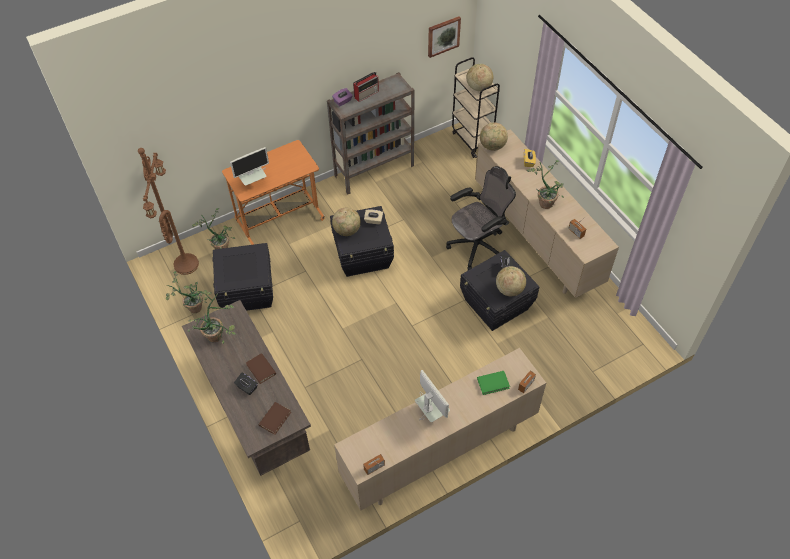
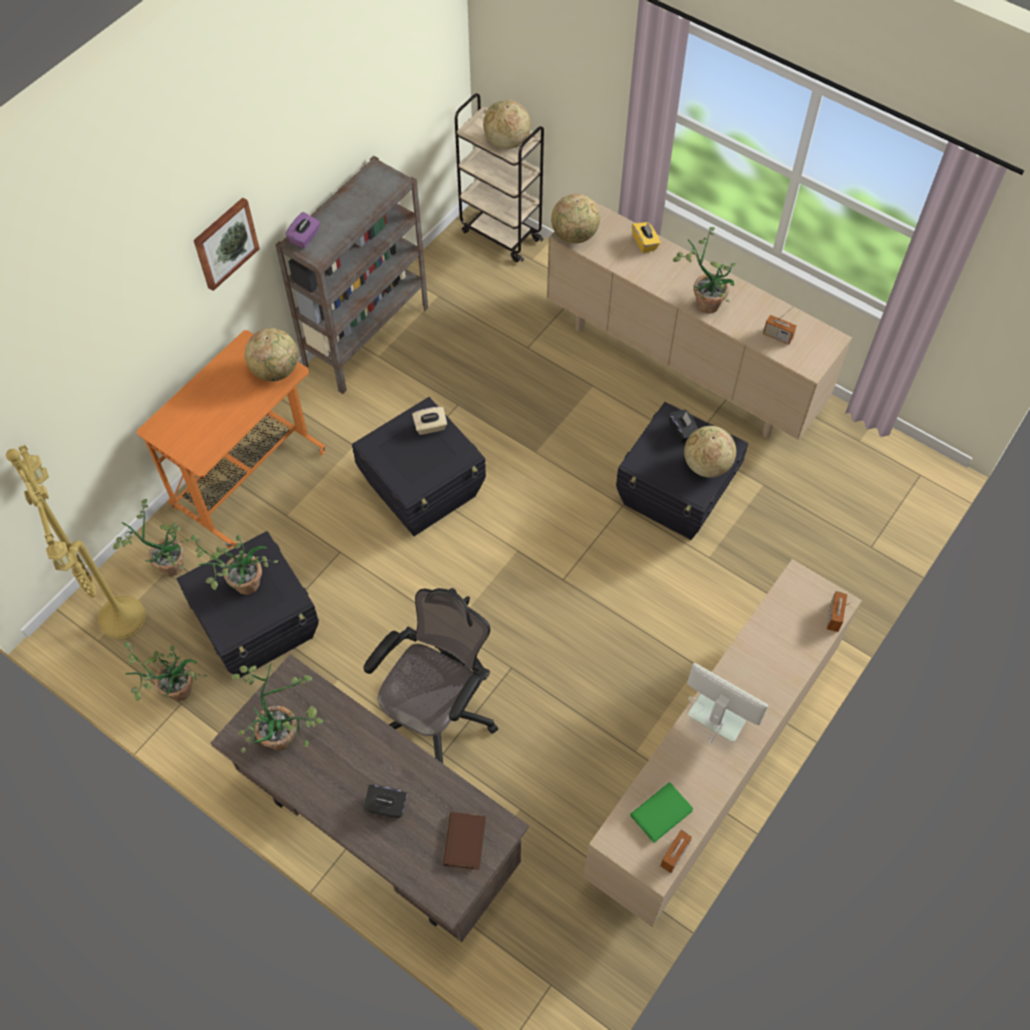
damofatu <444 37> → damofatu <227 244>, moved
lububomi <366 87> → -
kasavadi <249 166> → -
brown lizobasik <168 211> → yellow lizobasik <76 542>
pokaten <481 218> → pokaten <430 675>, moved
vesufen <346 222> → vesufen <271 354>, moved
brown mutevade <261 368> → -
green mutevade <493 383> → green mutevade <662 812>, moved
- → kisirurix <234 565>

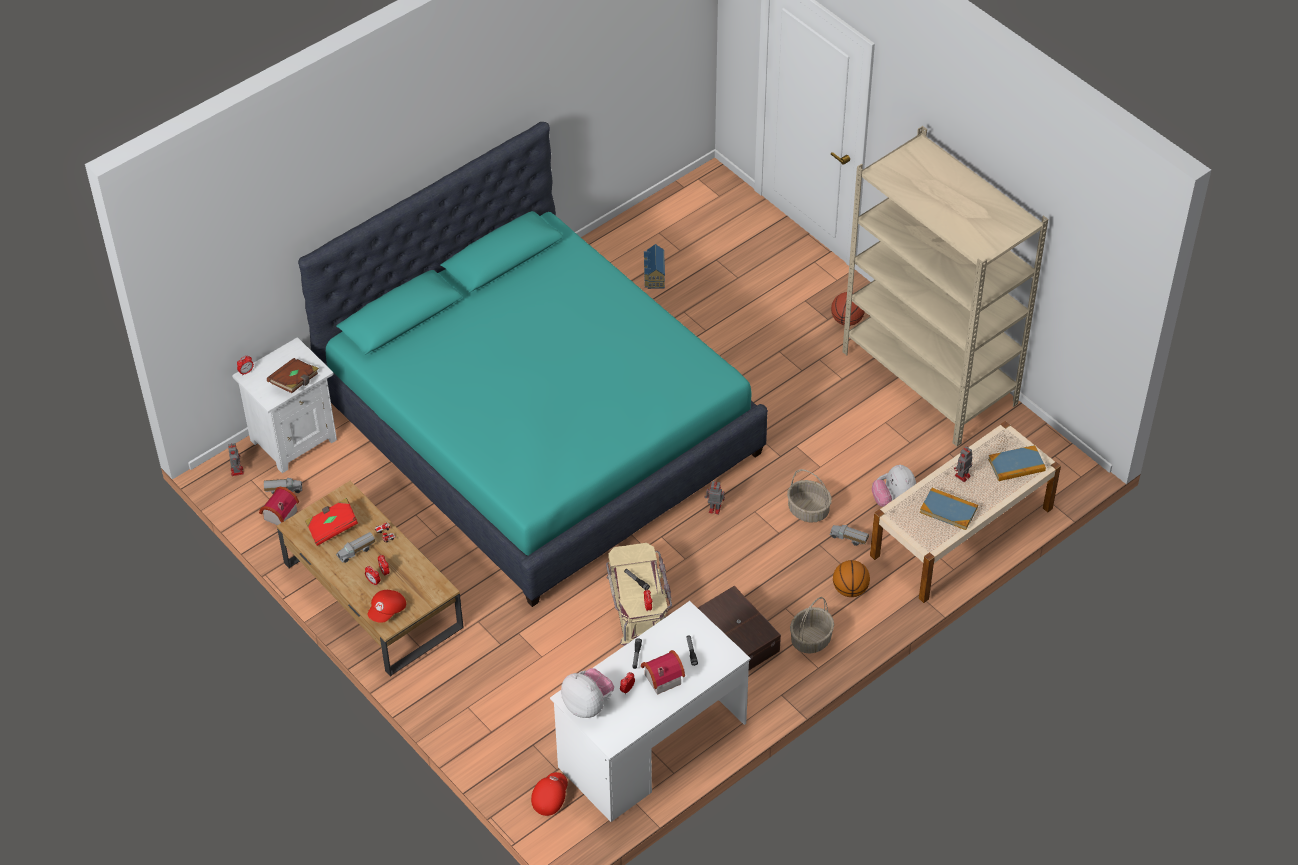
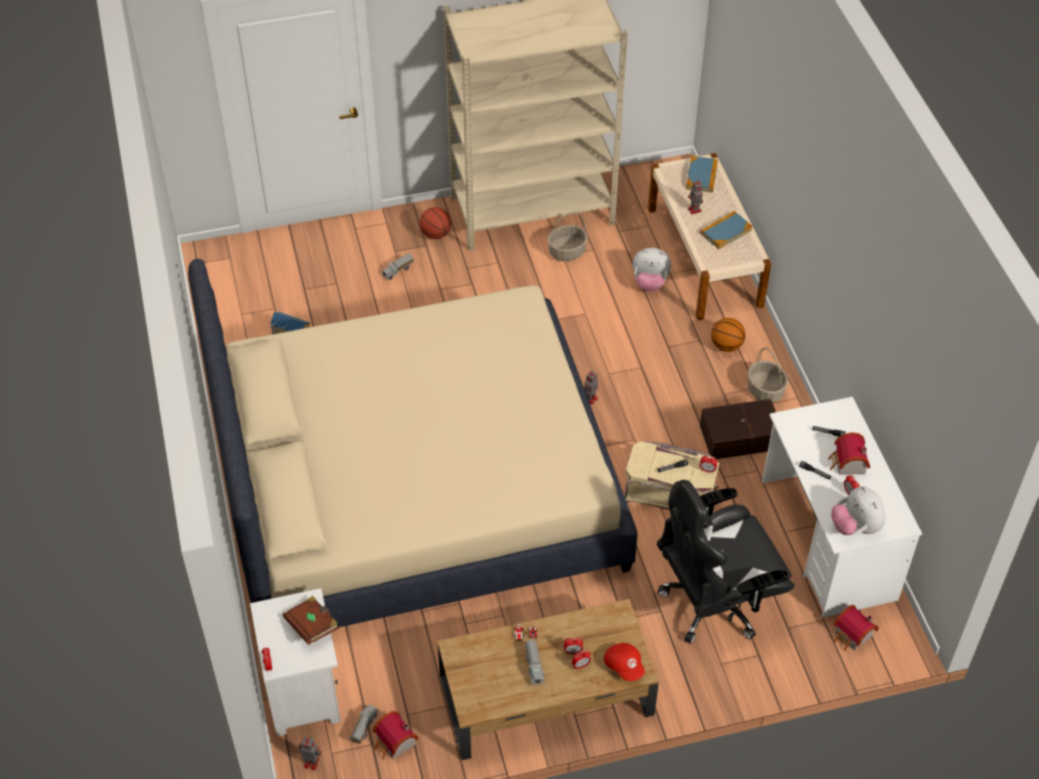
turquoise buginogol <533 364> → beige buginogol <412 442>
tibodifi <809 496> → tibodifi <568 236>, moved
red mutevade <331 522> → -
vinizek <849 535> → vinizek <397 266>, moved
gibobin <587 693> → gibobin <858 510>, 90 degrees counterclockwise
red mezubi <549 794> → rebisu <856 628>
- → black pokaten <726 562>

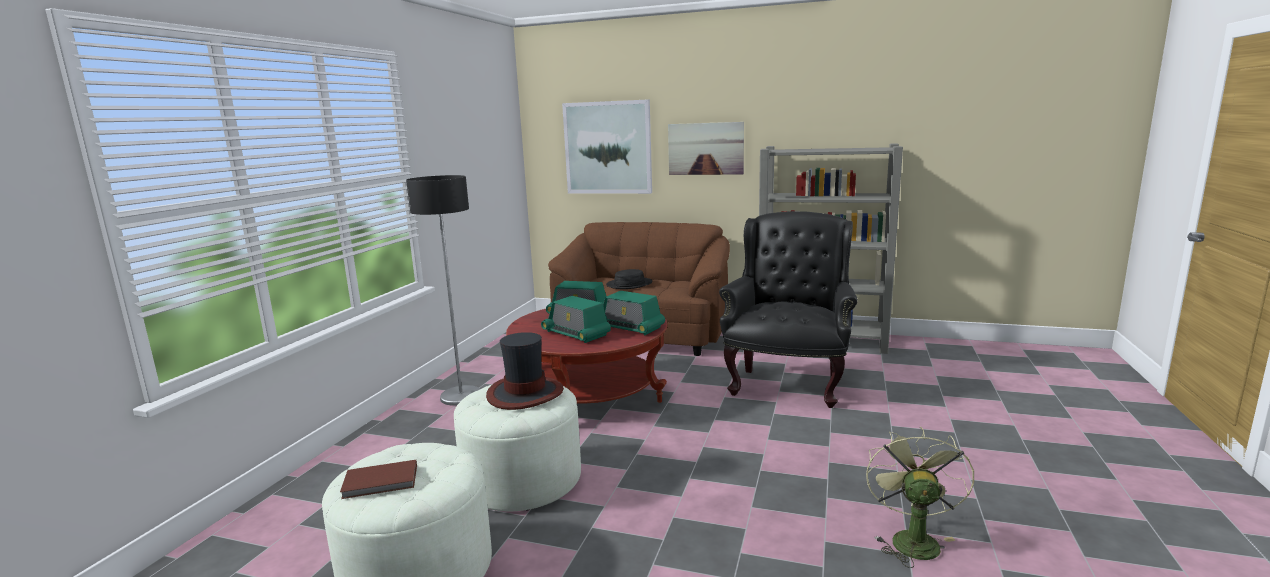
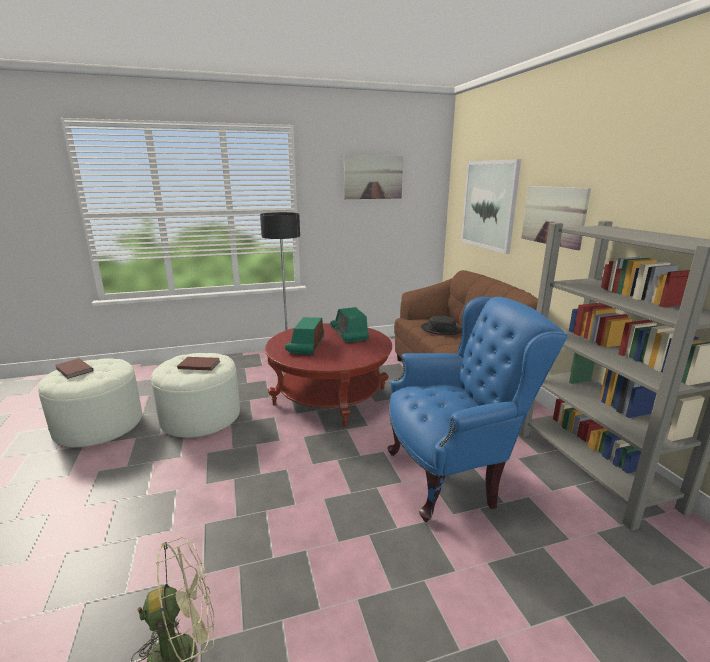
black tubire <788 309> → blue tubire <477 409>
lububomi <634 313> → -
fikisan <525 371> → brown mutevade <198 364>
- → damofatu <373 177>

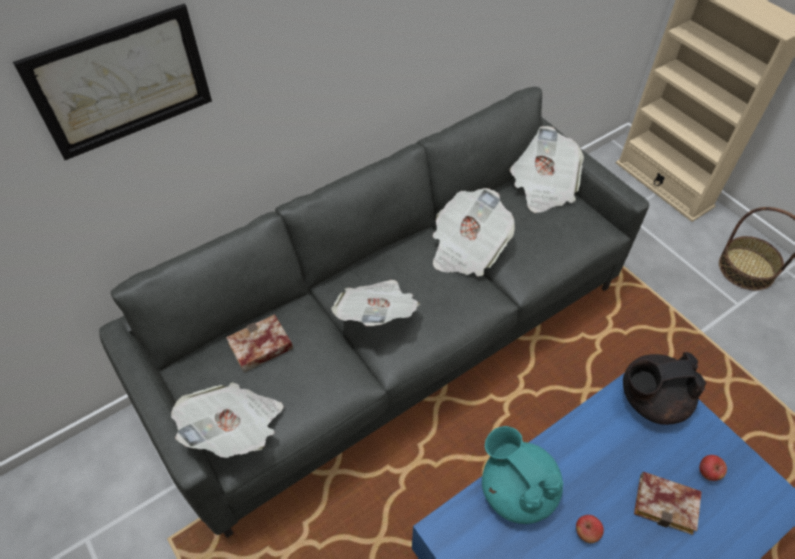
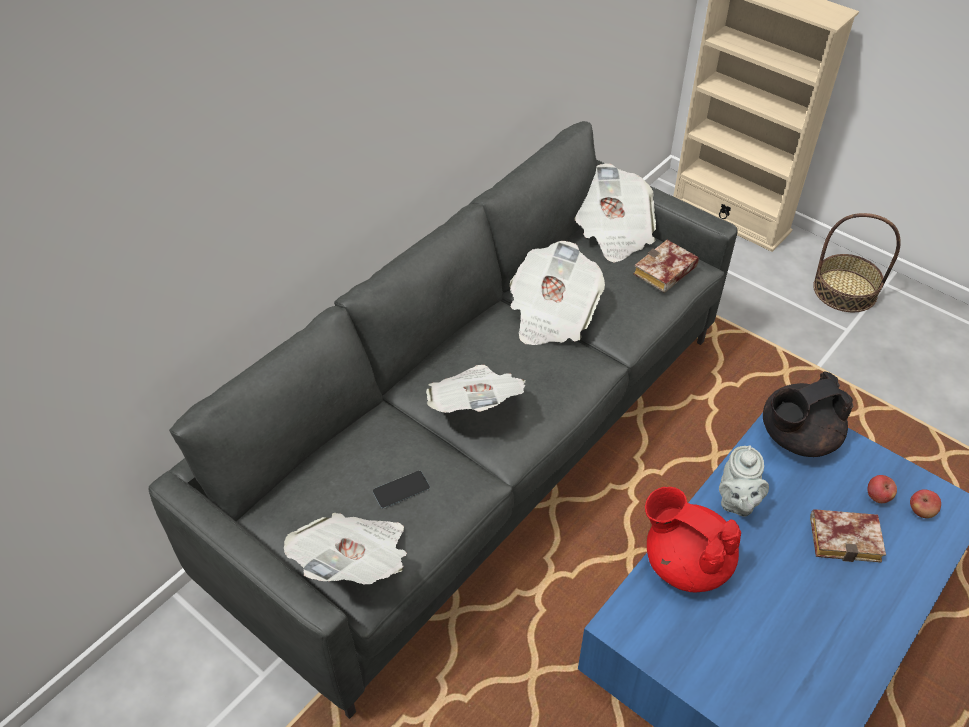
damofatu <112 82> → -
mutevade <259 343> → mutevade <666 266>, moved
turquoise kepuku <522 475> → red kepuku <693 540>
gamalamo <590 529> → gamalamo <925 503>, moved
- → grey kepuku <744 481>
- → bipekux <401 490>

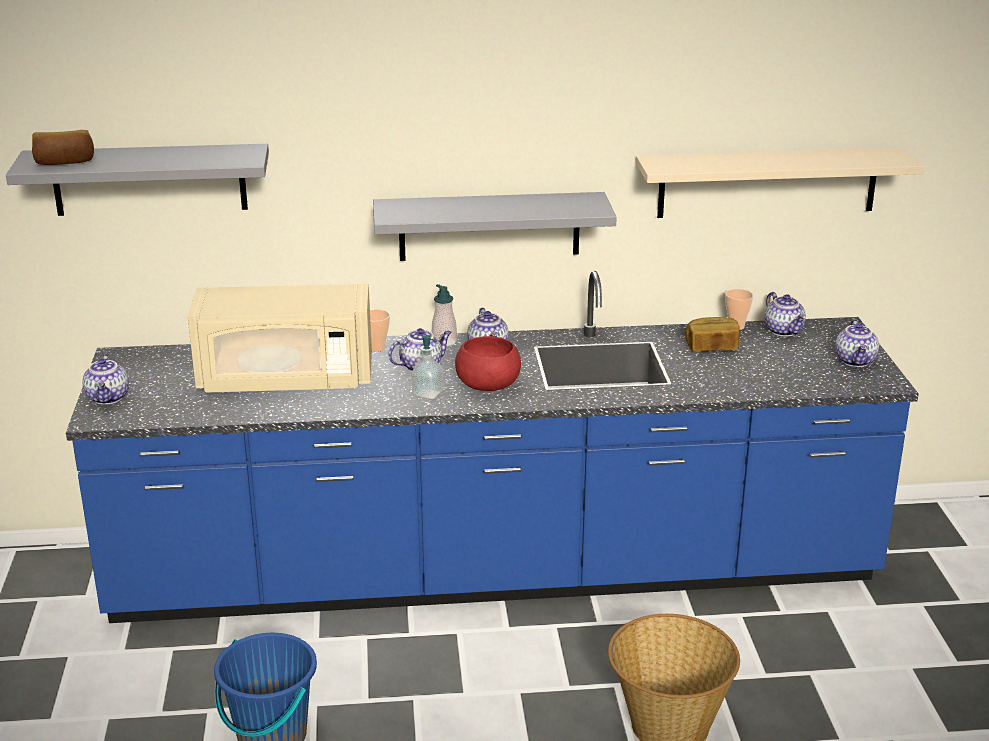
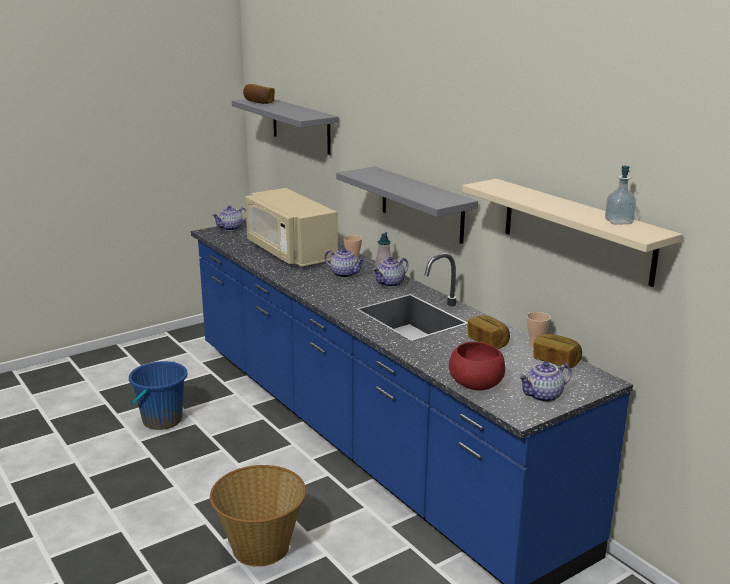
kepuku <785 314> → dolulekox <557 351>
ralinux <427 367> → ralinux <620 195>, moved
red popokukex <488 363> → red popokukex <477 366>, moved

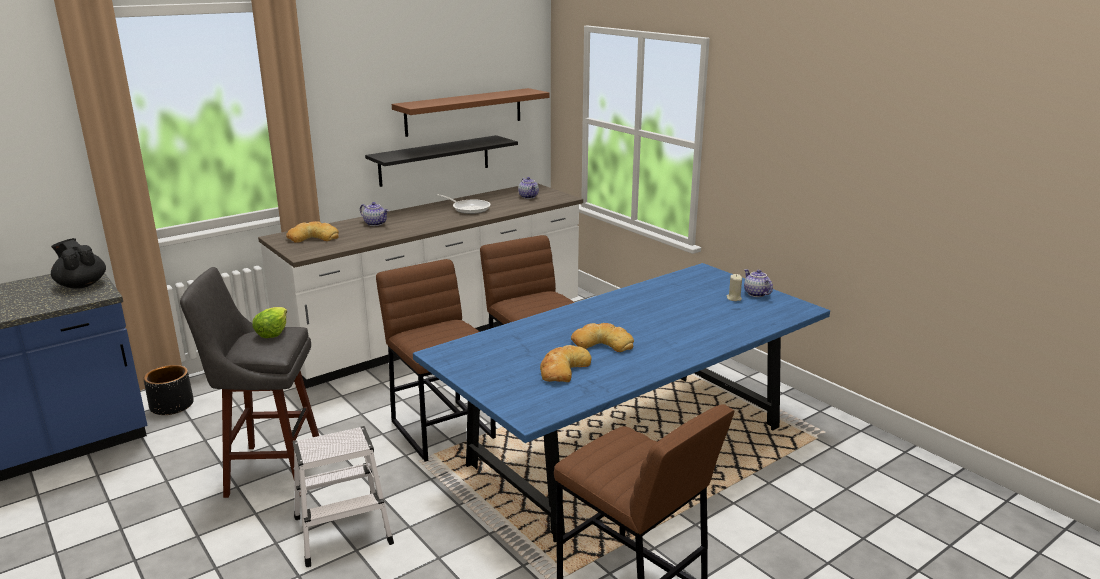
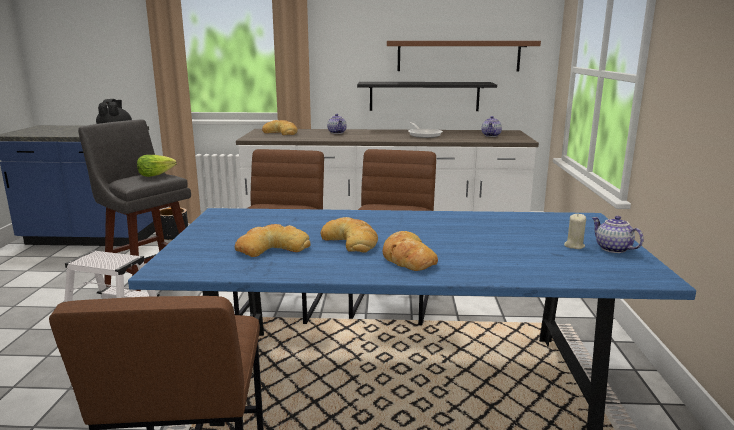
kepuku <758 283> → kepuku <617 234>, 45 degrees counterclockwise
- → dolulekox <410 251>

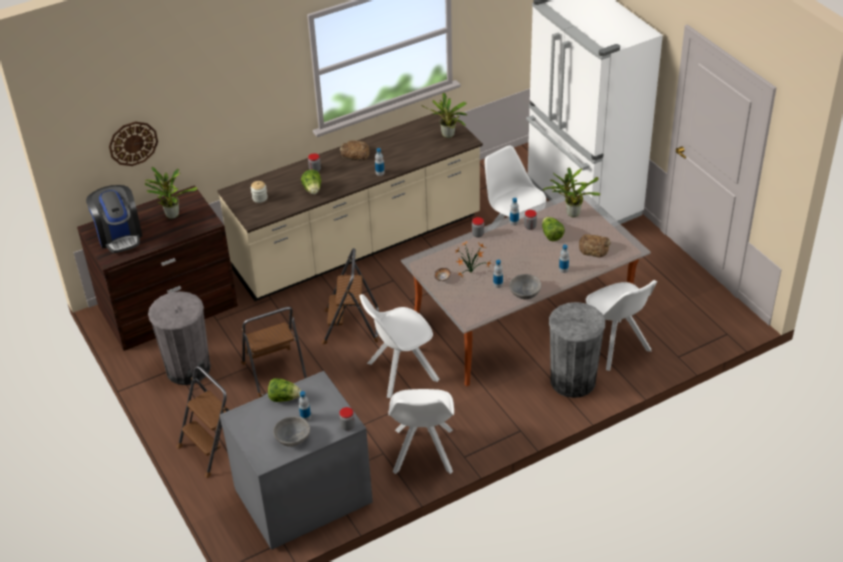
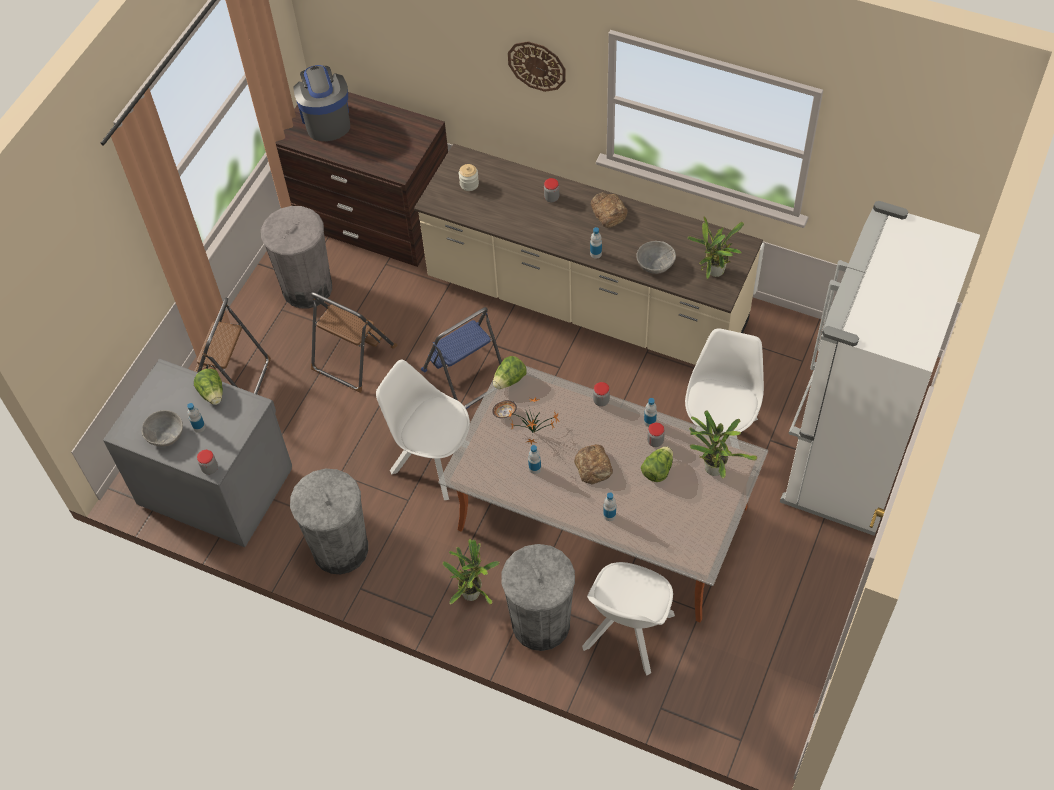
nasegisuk <133 143> → nasegisuk <537 66>, moved
kisirurix <171 193> → kisirurix <471 572>, moved
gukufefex <311 182> → gukufefex <510 372>, moved
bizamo <114 219> → bizamo <321 103>, 135 degrees clockwise
dolulekox <595 245> → dolulekox <593 464>, moved
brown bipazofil <350 296> → blue bipazofil <461 358>
grey popokukex <525 286> → grey popokukex <656 257>, moved
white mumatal <421 431> → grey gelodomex <329 521>

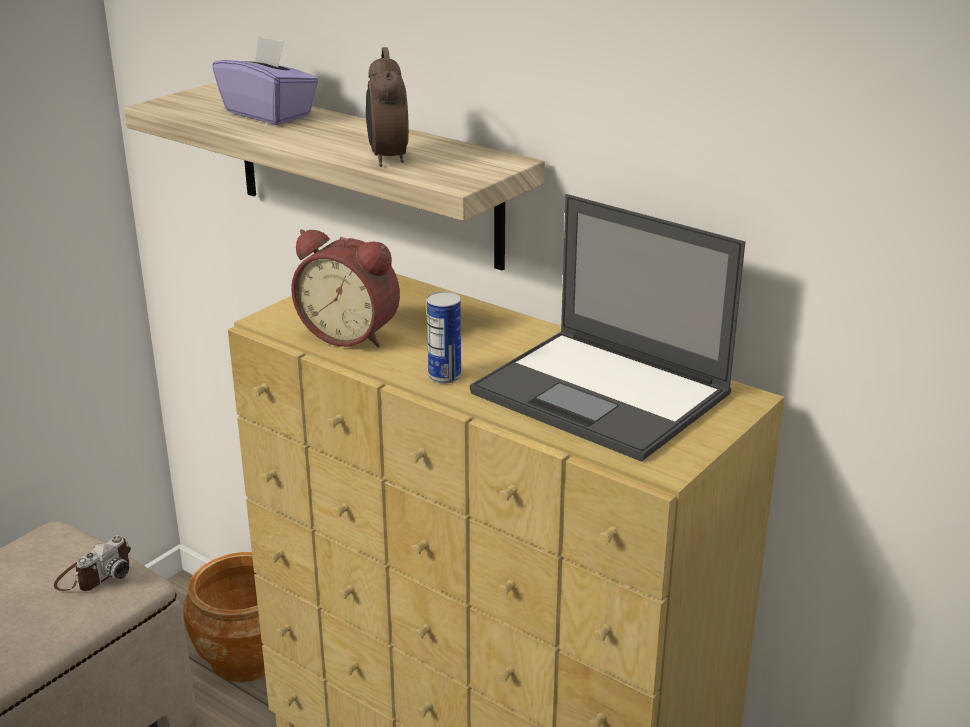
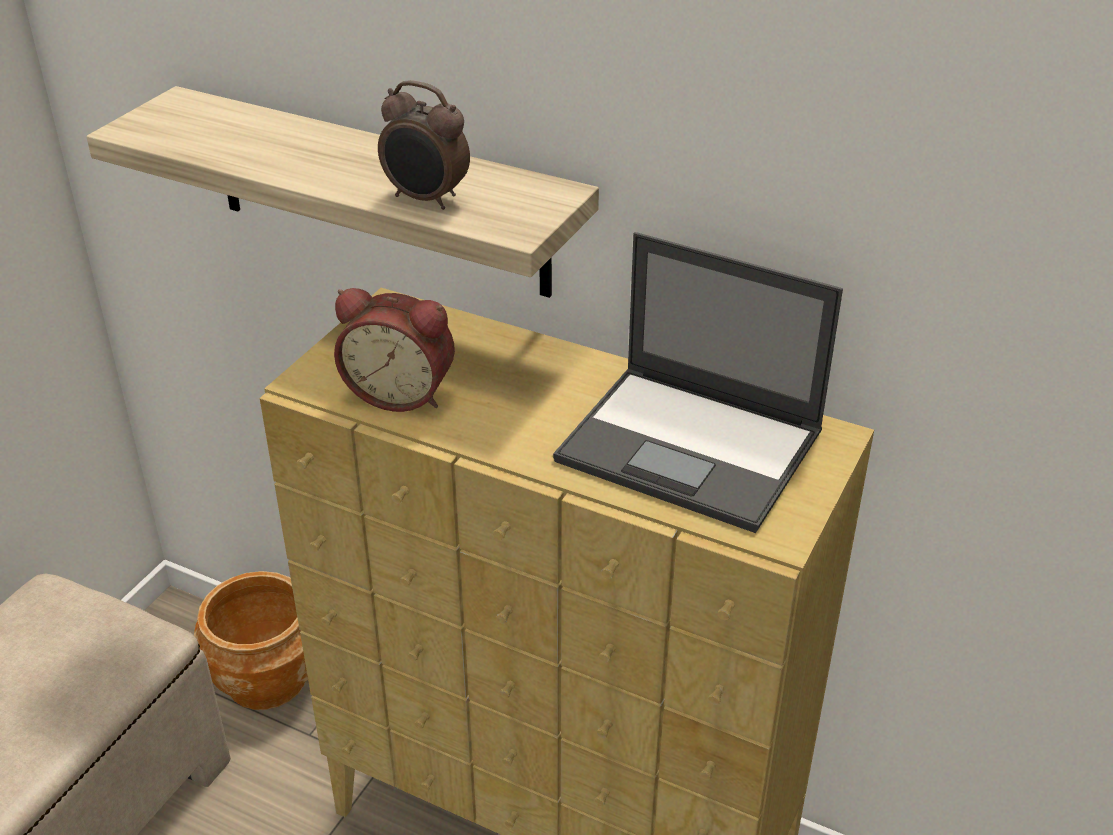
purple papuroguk <265 80> → -
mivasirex <387 107> → mivasirex <424 145>, 45 degrees counterclockwise
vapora <444 338> → -
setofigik <92 563> → -

